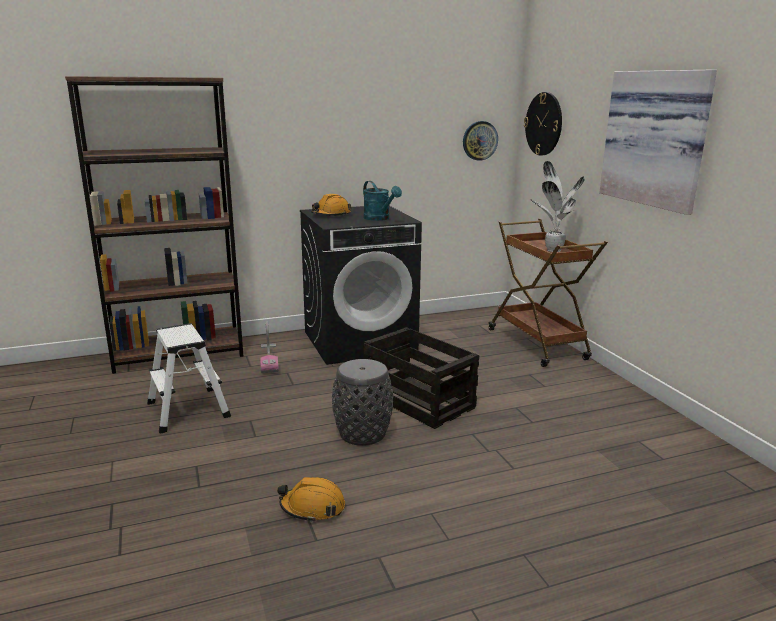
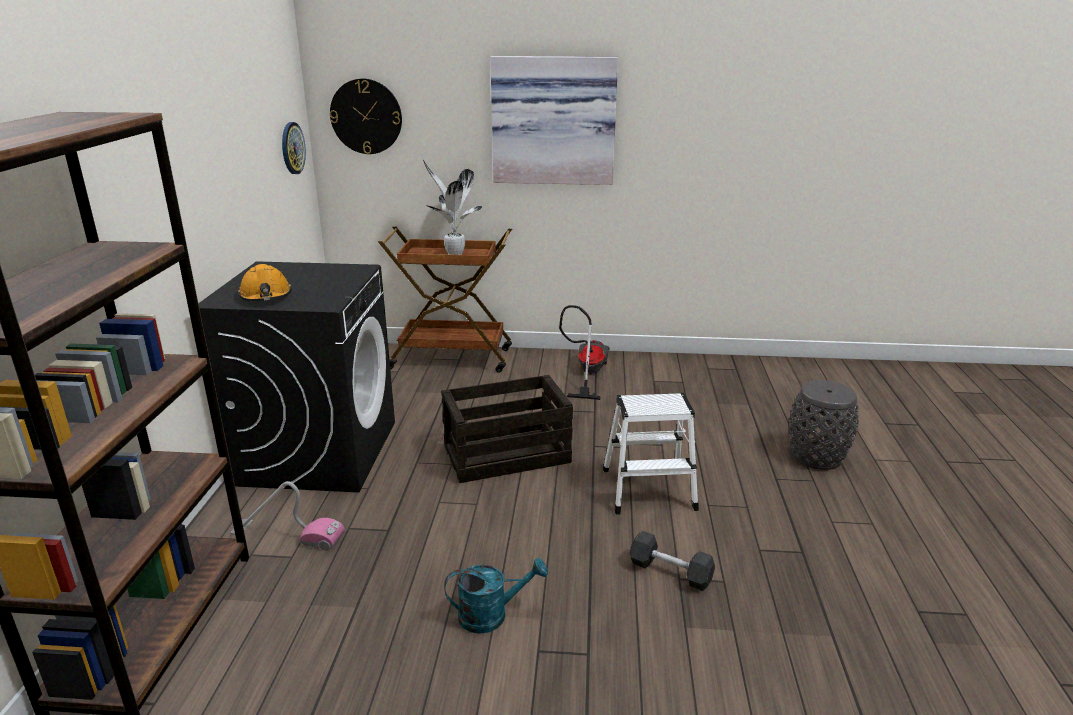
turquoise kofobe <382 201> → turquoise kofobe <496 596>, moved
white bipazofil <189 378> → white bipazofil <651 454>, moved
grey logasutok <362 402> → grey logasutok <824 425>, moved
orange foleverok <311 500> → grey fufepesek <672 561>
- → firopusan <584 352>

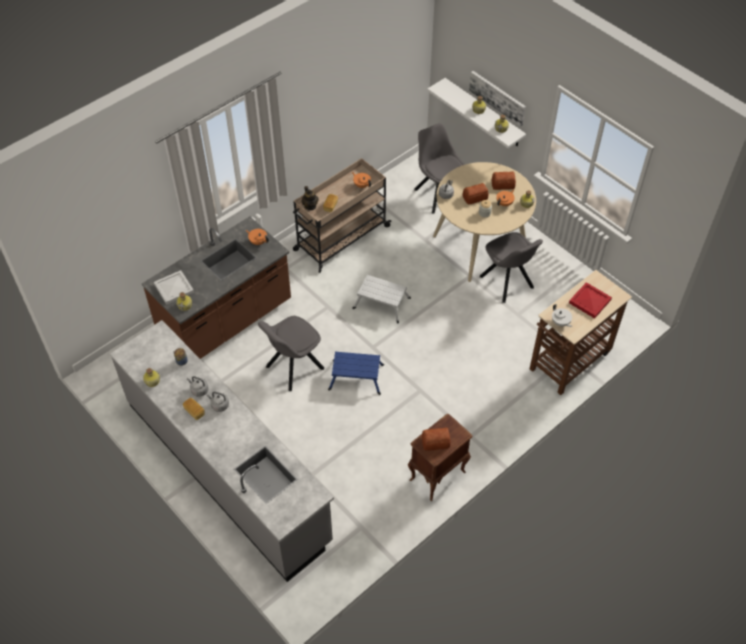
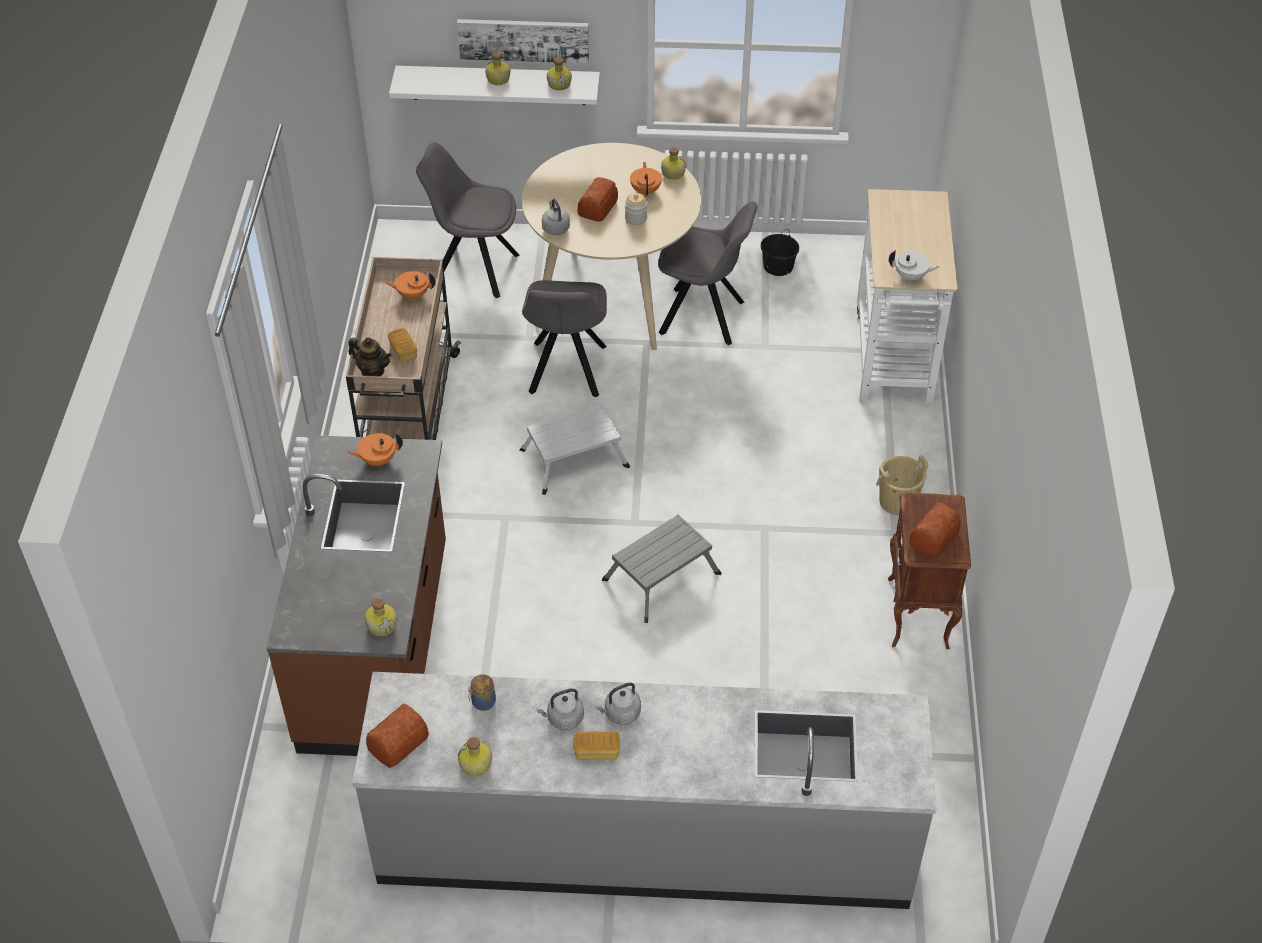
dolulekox <504 181> → dolulekox <397 736>, moved
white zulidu <174 287> → -
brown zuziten <581 332> → white zuziten <907 296>
red zulidu <590 300> → -
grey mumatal <291 353> → grey mumatal <564 338>, moved
blue bipazofil <356 373> → grey bipazofil <661 568>
- → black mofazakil <780 252>
- → beige mofazakil <902 485>

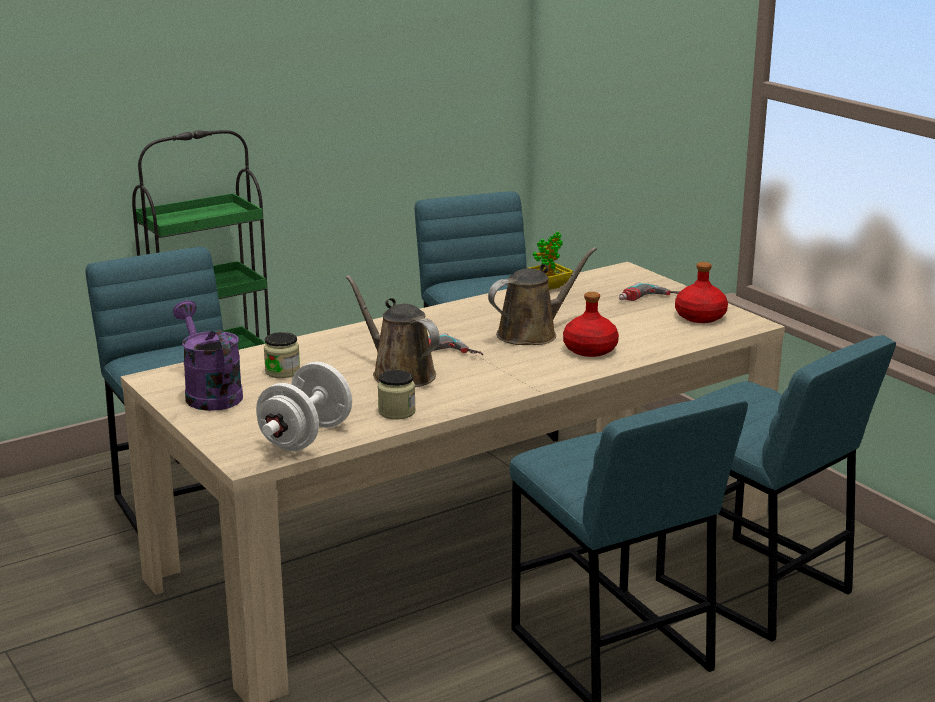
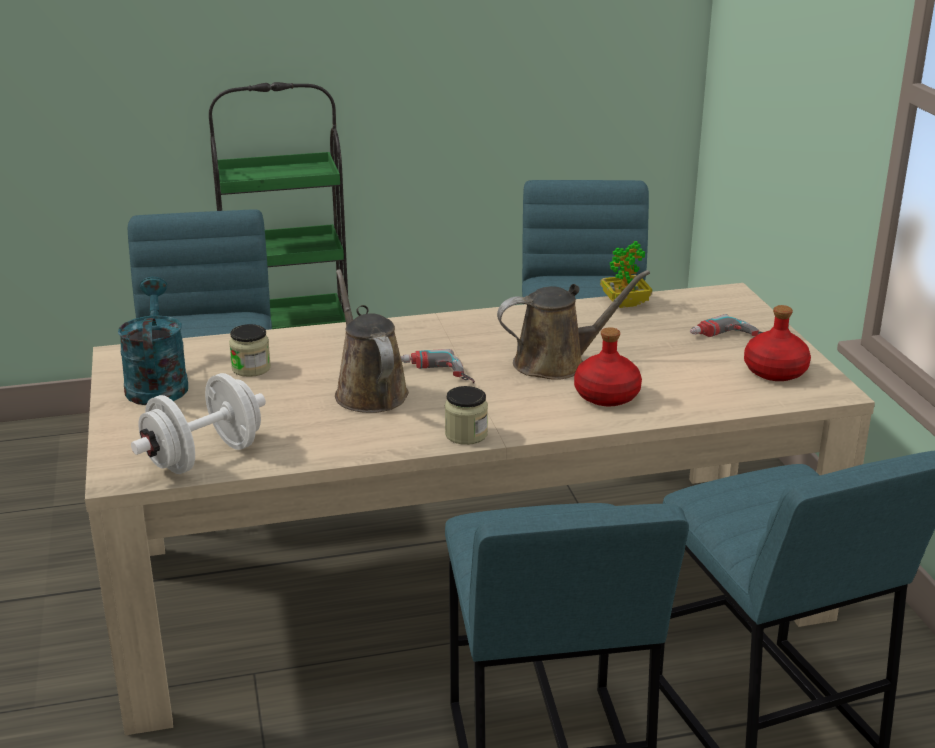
purple kofobe <208 355> → turquoise kofobe <153 341>
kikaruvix <397 394> → kikaruvix <466 415>, moved

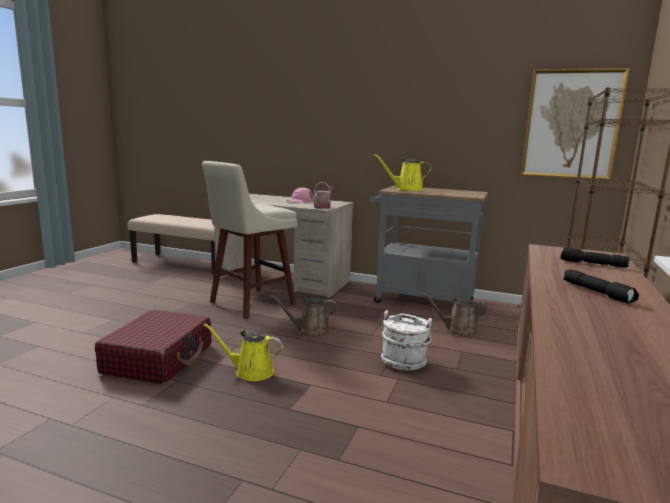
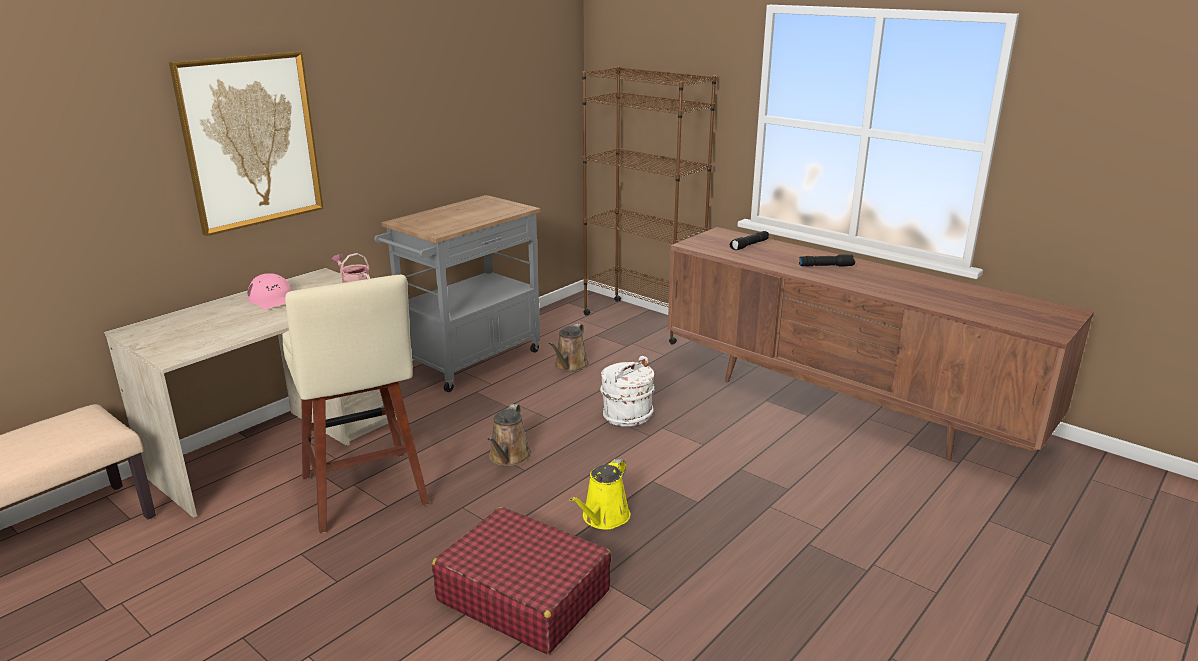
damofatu <575 124> → damofatu <246 143>, moved
yellow kofobe <403 172> → -

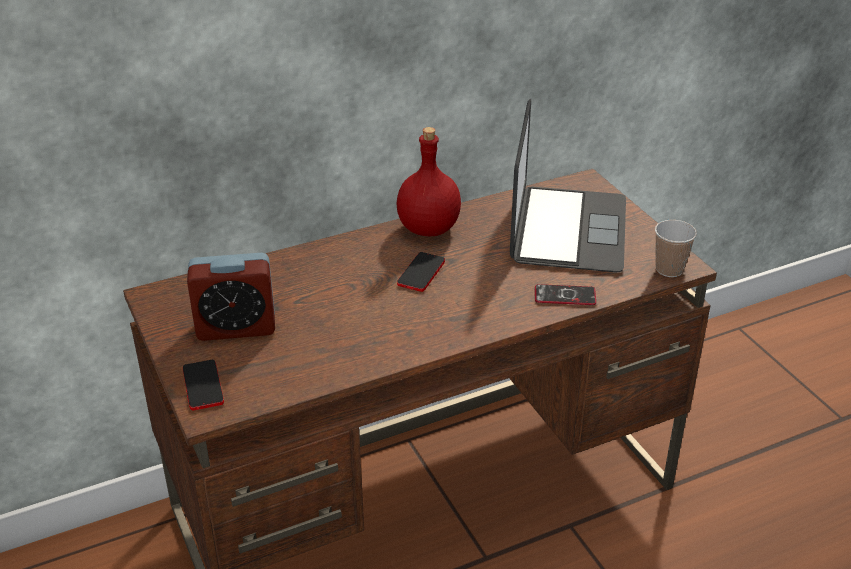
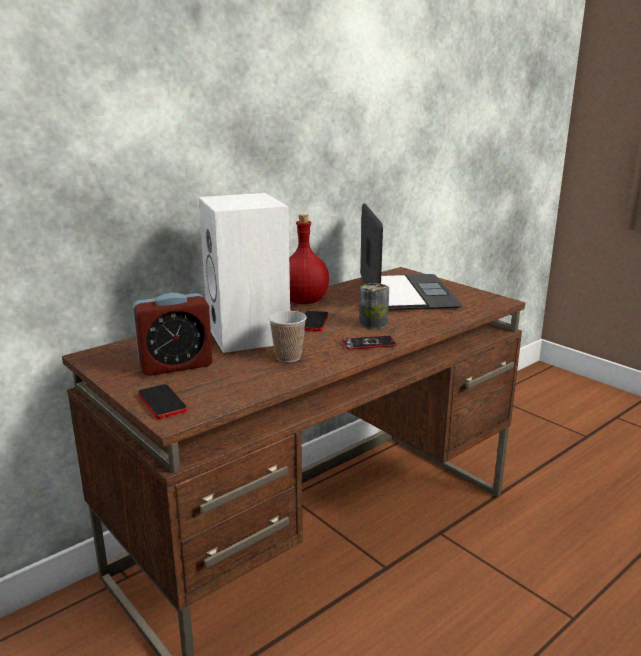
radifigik <676 248> → radifigik <288 336>, moved
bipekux <565 294> → bipekux <369 342>, moved
- → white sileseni <244 273>
- → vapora <374 306>

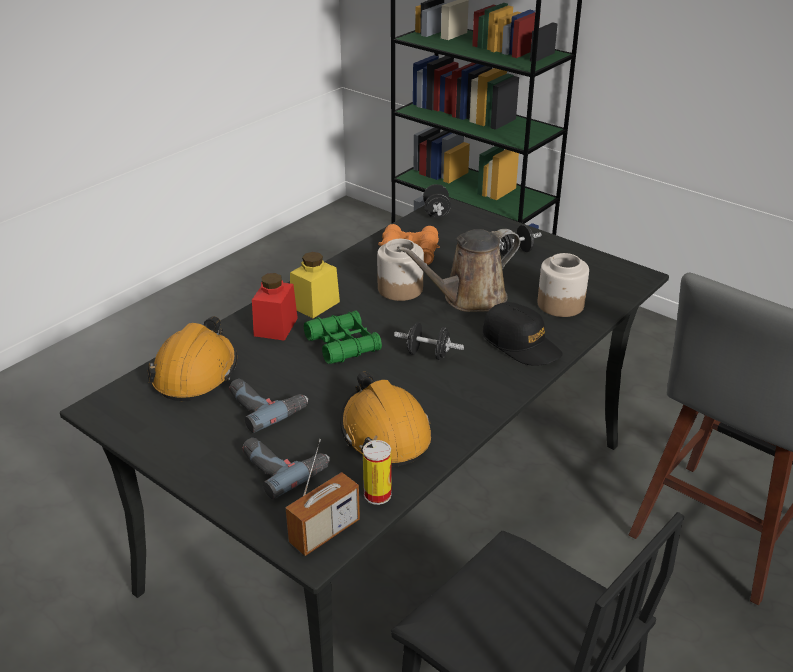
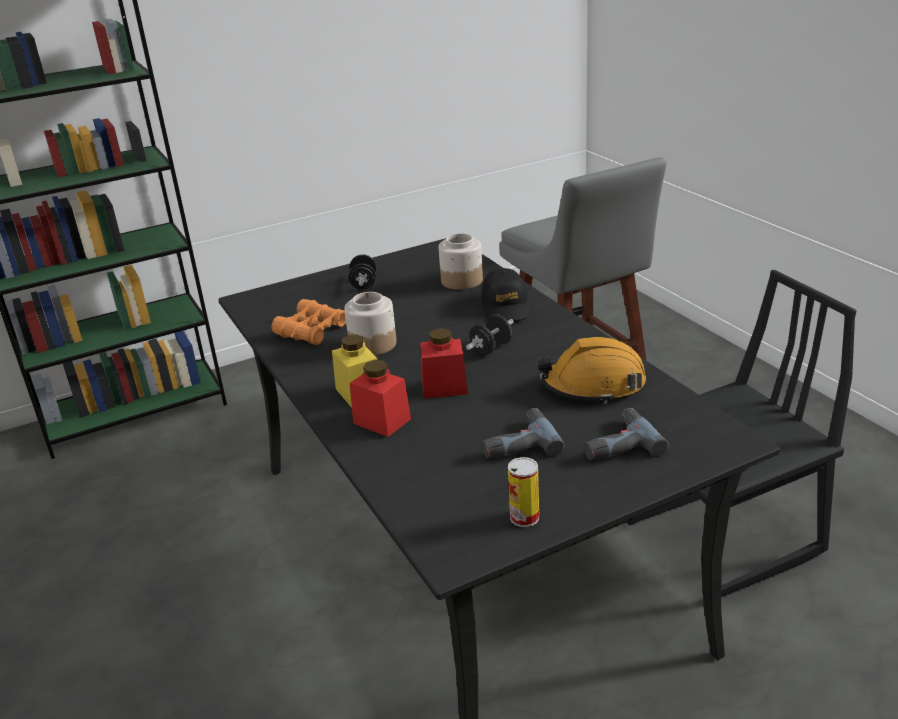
black fufepesek <437 201> → -
brown kofobe <458 270> → -
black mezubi <522 334> → black mezubi <505 294>, 105 degrees clockwise
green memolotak <343 337> → red kikaruvix <444 363>
orange foleverok <192 358> → -
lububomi <323 497> → -
vapora <377 472> → vapora <523 492>, moved

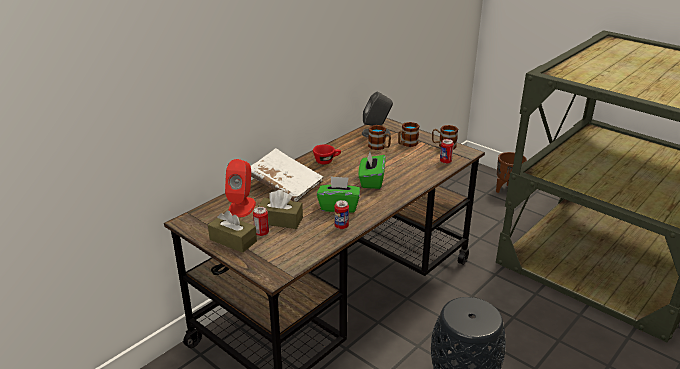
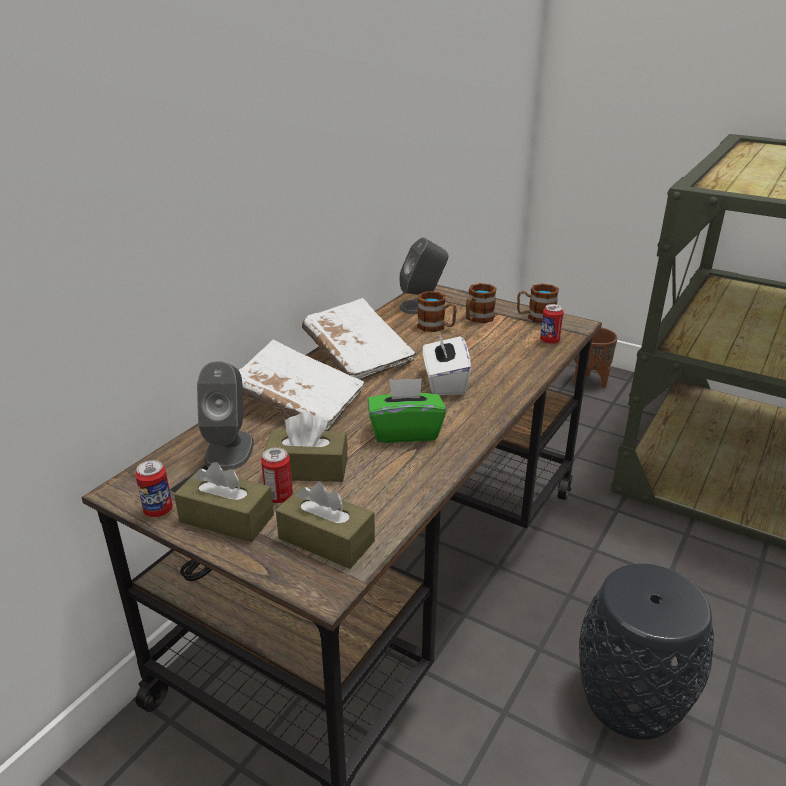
red radifigik <327 154> → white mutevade <359 339>
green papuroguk <372 170> → white papuroguk <447 363>
red sileseni <240 188> → grey sileseni <225 416>
vapora <341 214> → vapora <154 488>, moved
- → brown papuroguk <325 525>

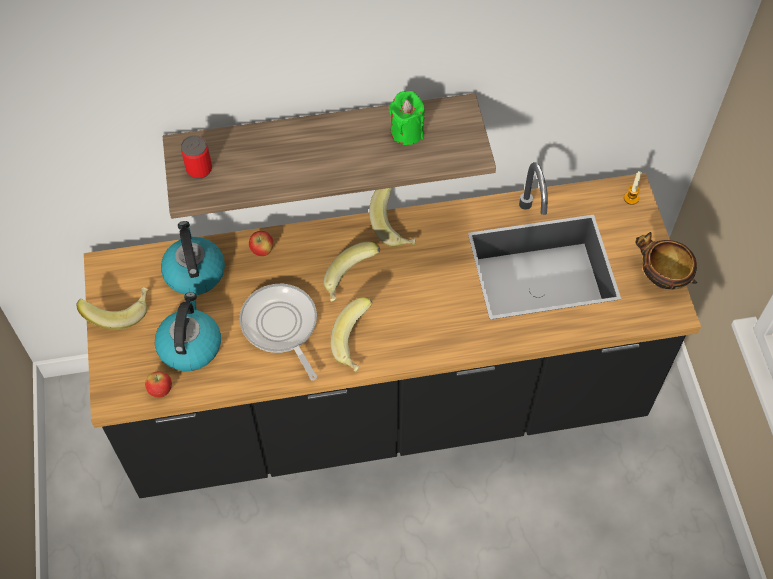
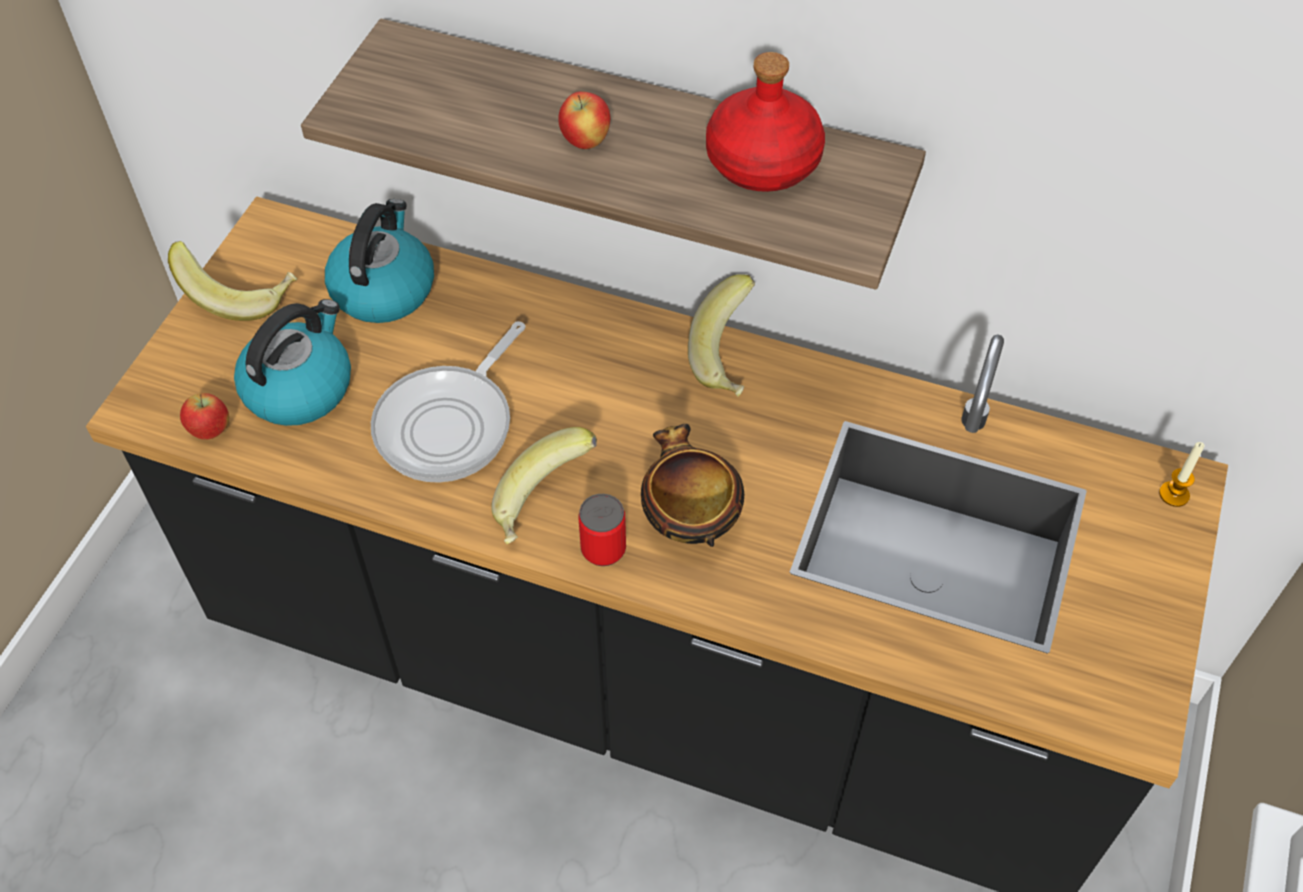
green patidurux <407 118> → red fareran <765 122>
vapora <196 157> → vapora <602 530>, moved
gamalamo <261 243> → gamalamo <584 120>, moved
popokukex <666 260> → popokukex <692 485>, moved
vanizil <352 271> → -
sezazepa <278 332> → sezazepa <448 402>, 150 degrees counterclockwise

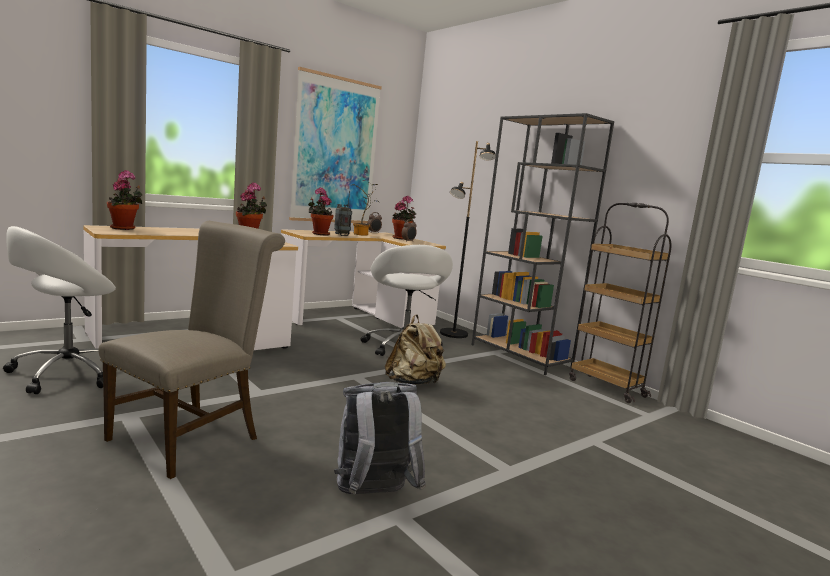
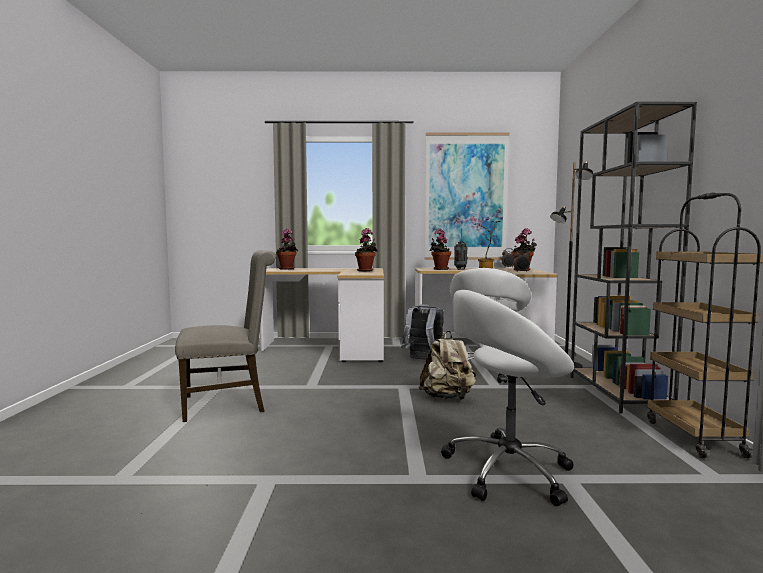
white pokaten <59 310> → white pokaten <507 398>, moved
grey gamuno <380 438> → grey gamuno <422 332>, moved

